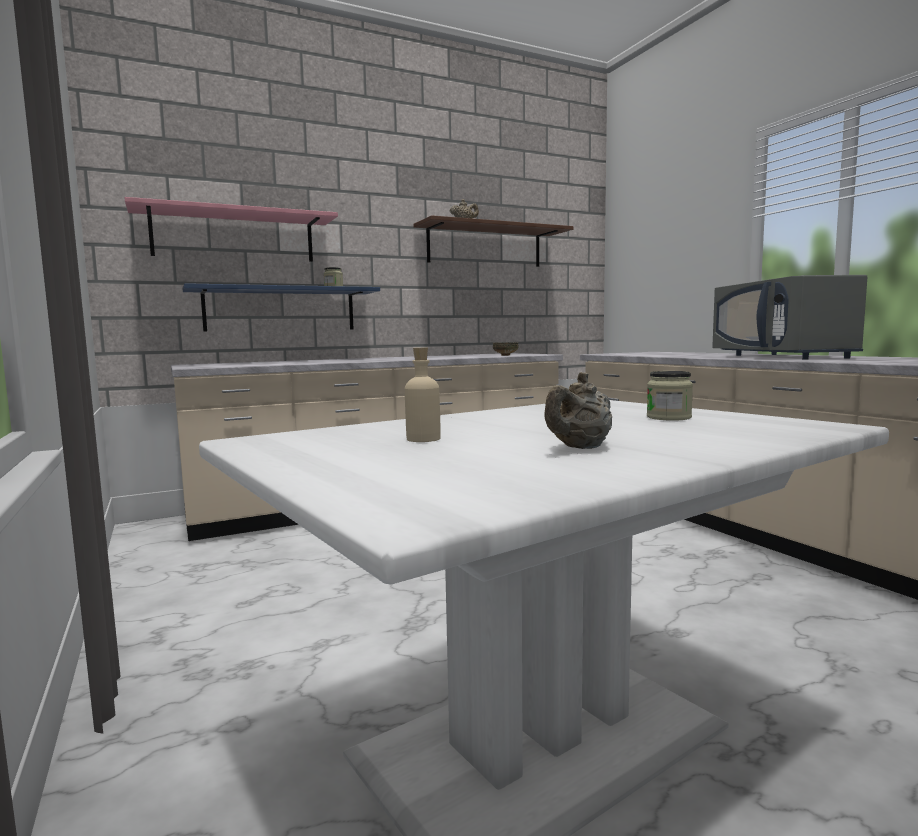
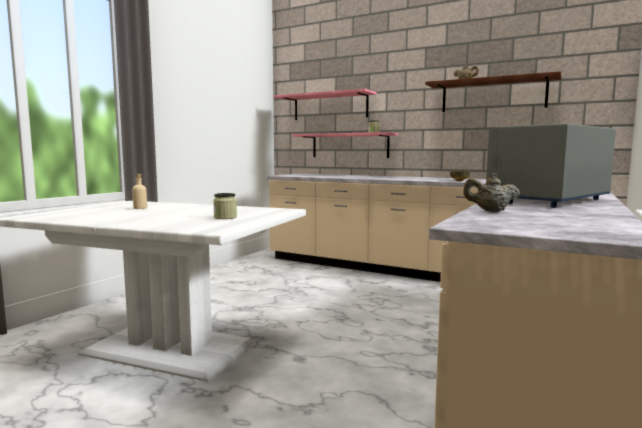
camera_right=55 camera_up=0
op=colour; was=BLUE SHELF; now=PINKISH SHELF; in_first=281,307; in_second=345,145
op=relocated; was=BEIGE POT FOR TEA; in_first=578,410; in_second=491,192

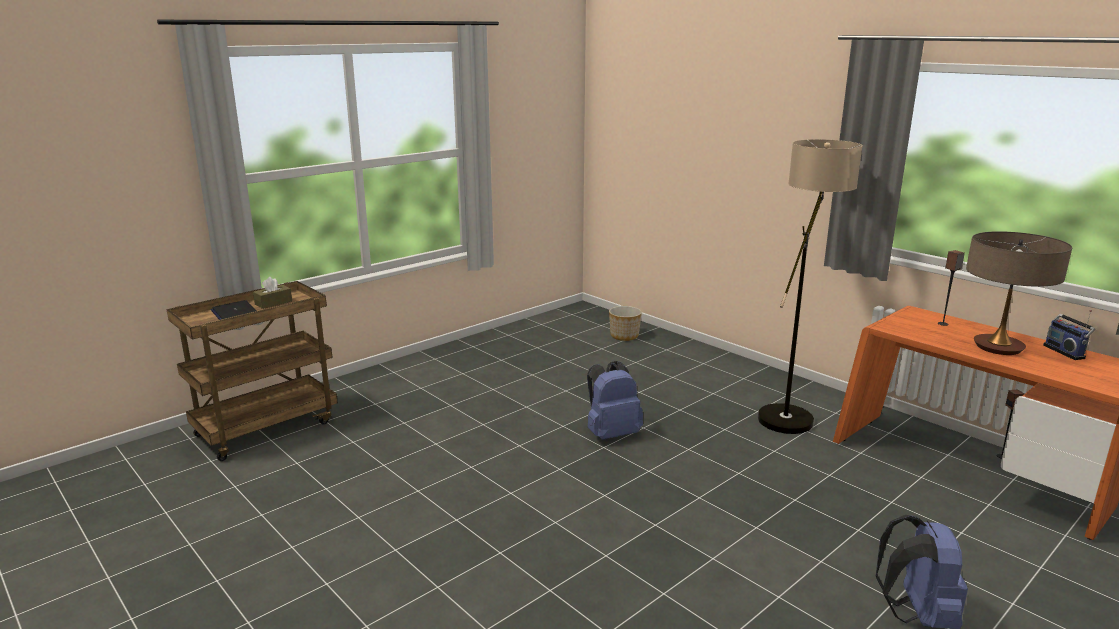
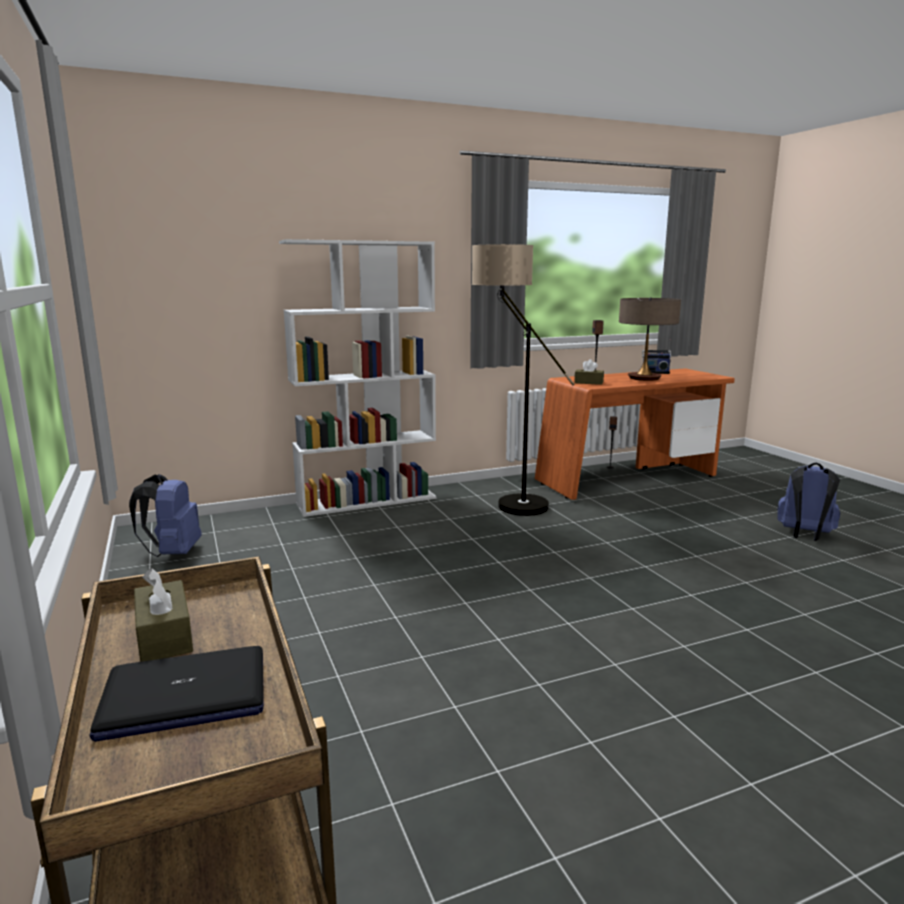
camera_right=-70 camera_up=-5
op=relocated; was=BLUE BACKPACK; in_first=615,400; in_second=165,515
op=missing; was=FLOWER POT; in_first=625,323
op=appeared; now=WHITE-COLOURED BOOKSHELF; in_second=357,378
op=appeared; now=BROWN TISSUE HOLDER; in_second=589,372

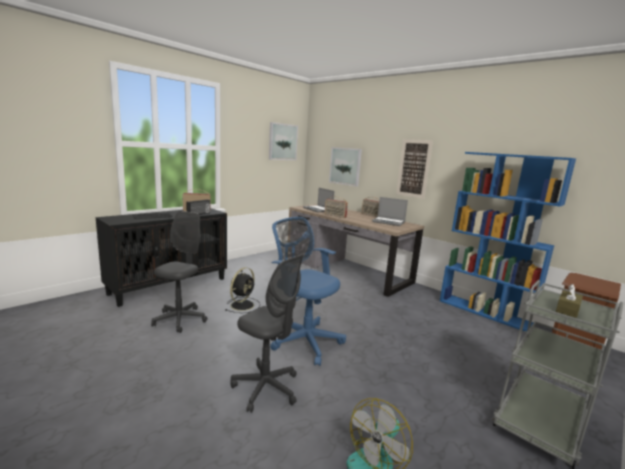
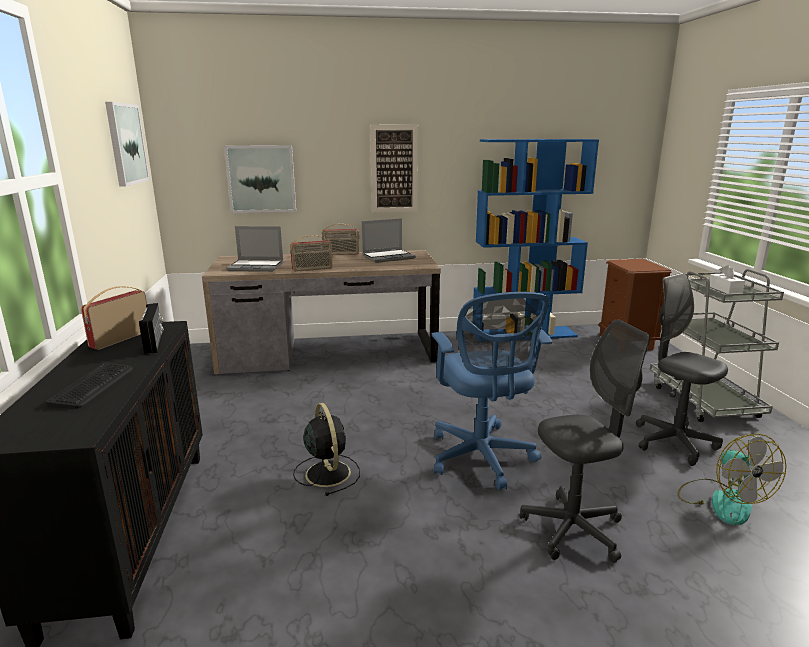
camera_right=-50 camera_up=5
op=relocated; was=GRAY DESK CHAIR; in_first=179,272; in_second=682,369
op=spun; was=BLUE DESK CHAIR; in_first=308,291; in_second=492,391; clockwise=-90
op=colour; was=BROWN TISSUE HOLDER; now=WHITE-COLOURED TISSUE HOLDER; in_first=569,301; in_second=727,279

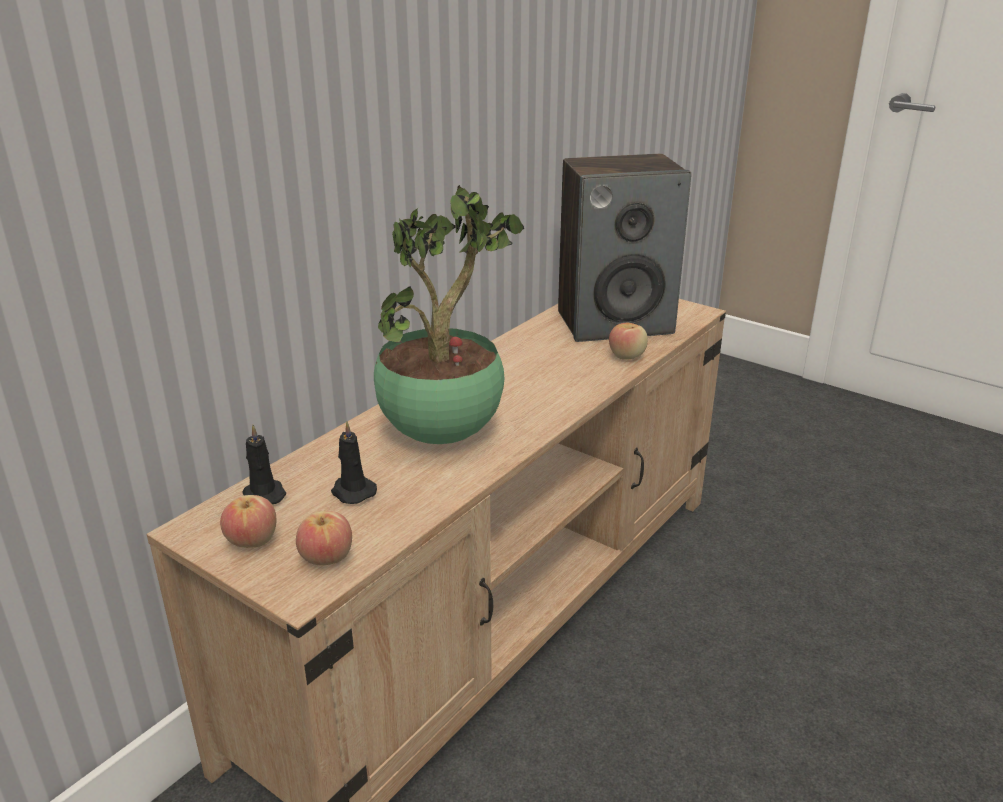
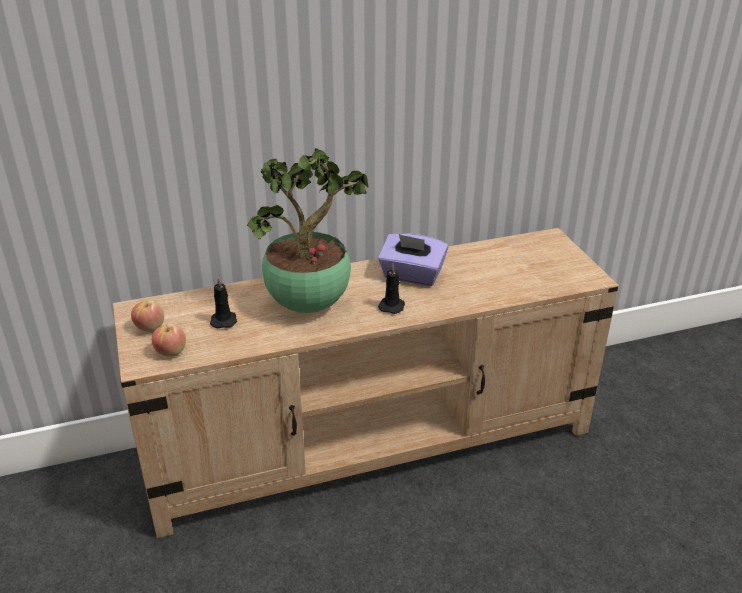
camera_right=35 camera_up=5
op=relocated; was=BLACK CANDLE; in_first=264,464; in_second=391,288
op=missing; was=AUDIO SPEAKER; in_first=624,248
op=missing; was=APPLE; in_first=628,341
op=appeared; now=PURPLE TISSUE HOLDER; in_second=413,259

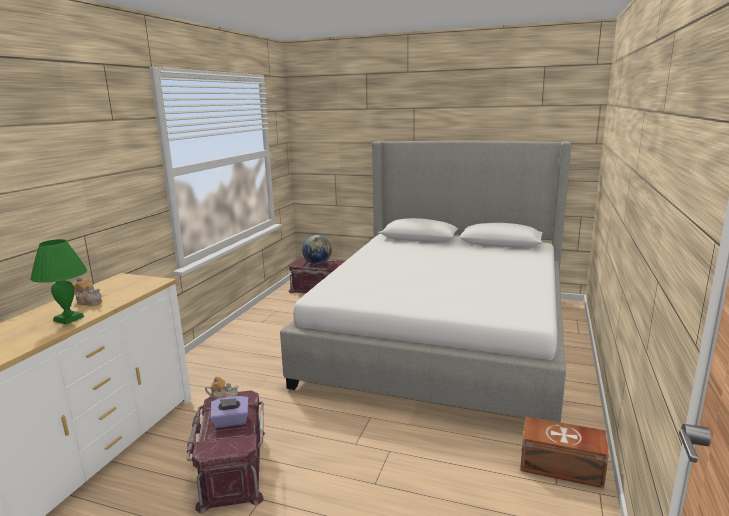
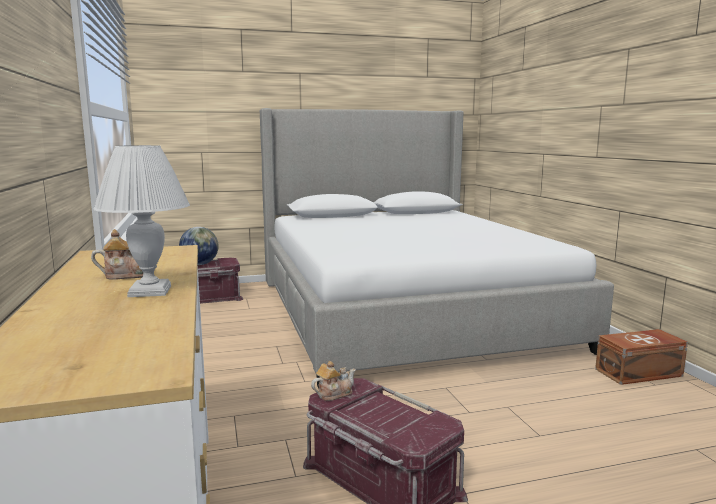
camera_right=-35 camera_up=-5
op=colour; was=GREEN TABLE LAMP; now=WHITE-COLOURED TABLE LAMP; in_first=58,281; in_second=141,221
op=missing; was=PURPLE TISSUE HOLDER; in_first=229,412

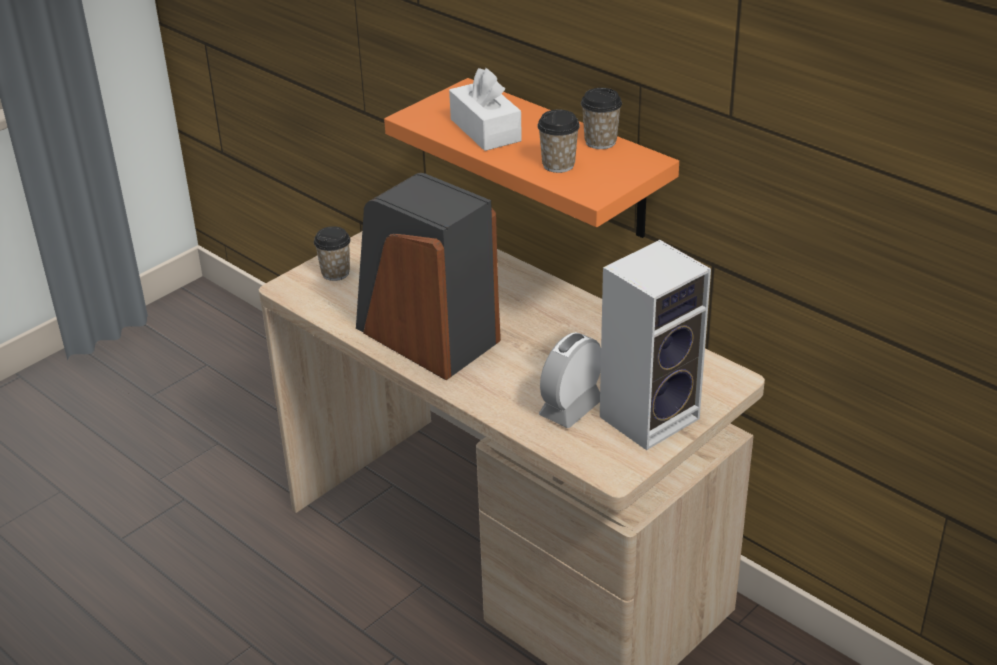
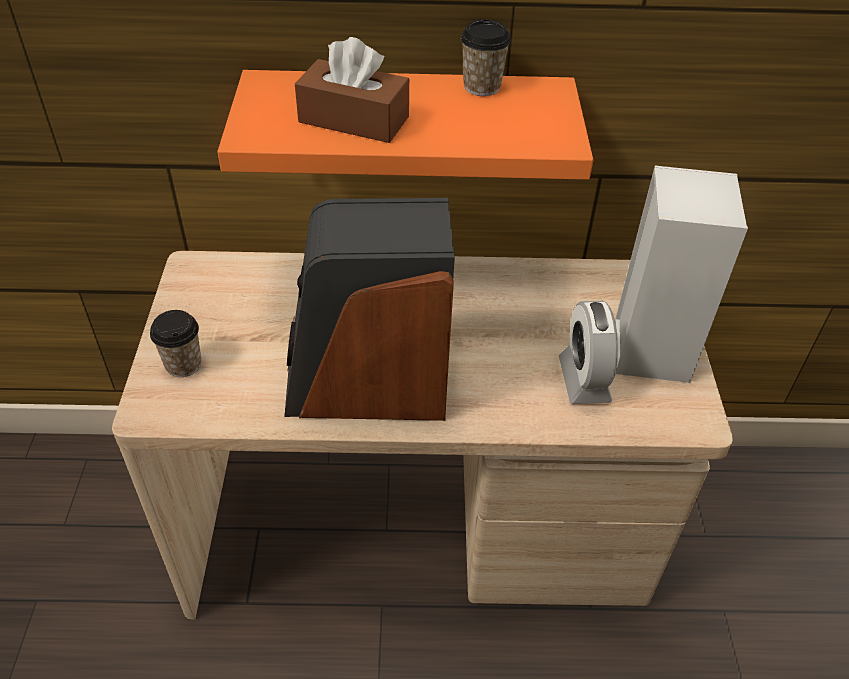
camera_right=-45 camera_up=10
op=colour; was=WHITE-COLOURED TISSUE HOLDER; now=BROWN TISSUE HOLDER; in_first=485,109; in_second=352,90
op=missing; was=CUP; in_first=558,141

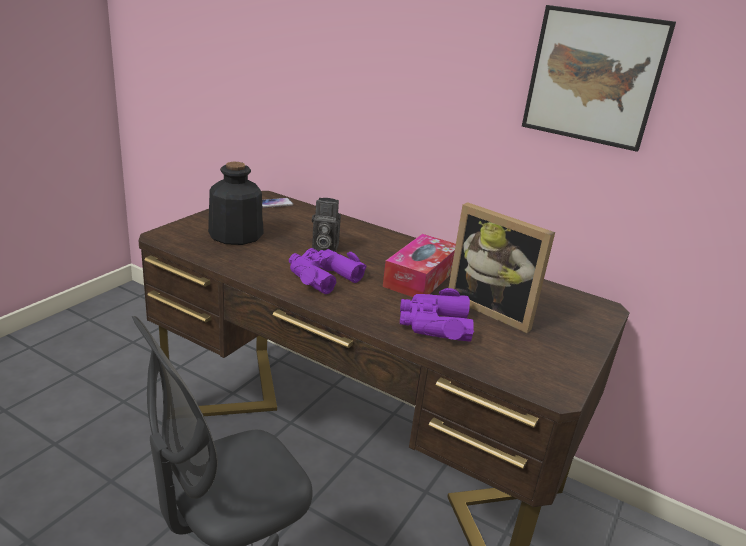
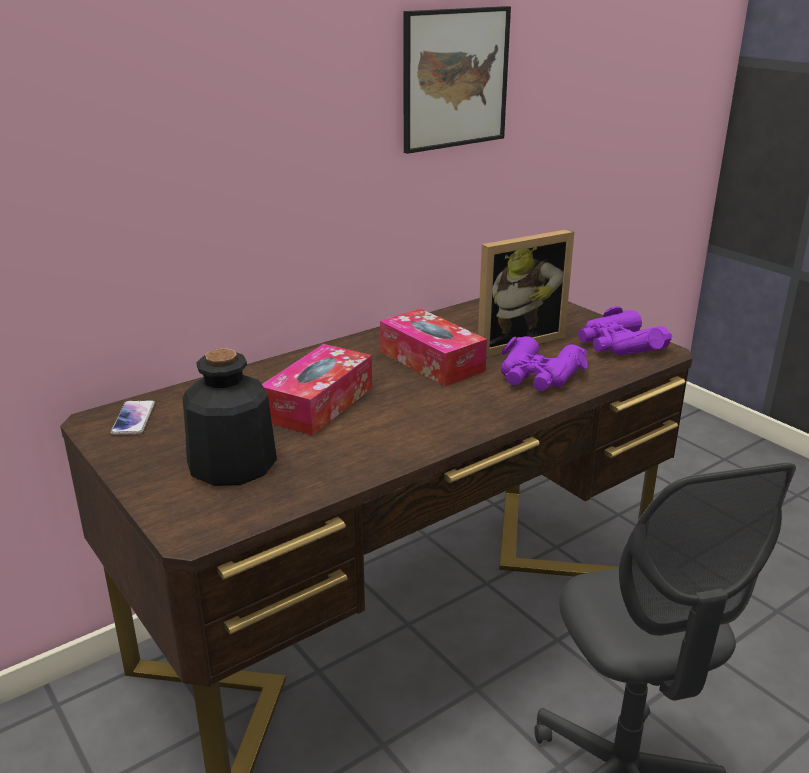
camera_right=-65 camera_up=0
op=relocated; was=PURPLE PAIR OF BINOCULARS; in_first=328,271; in_second=625,330
op=exchanged; was=STILL CAMERA; now=TISSUE HOLDER; in_first=326,225; in_second=317,390

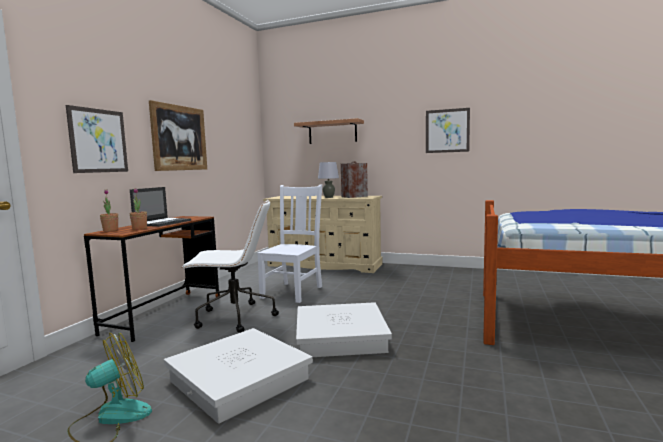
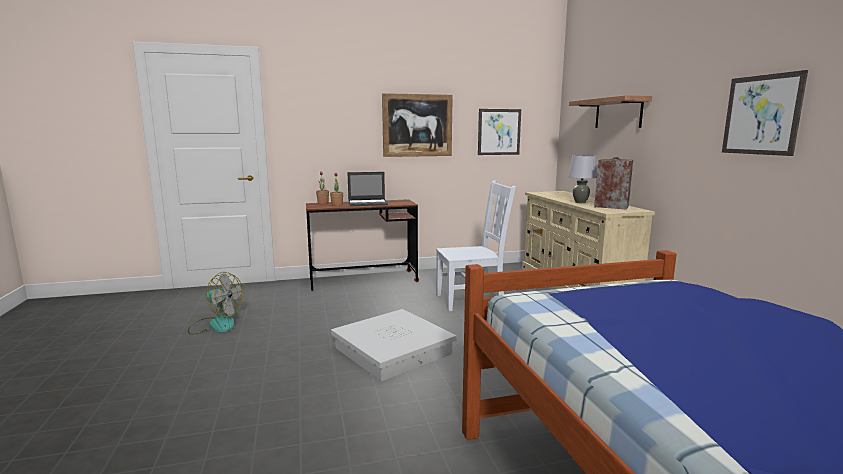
camera_right=55 camera_up=5
op=relocated; was=PICTURE; in_first=97,139; in_second=499,132
op=missing; was=WHITE-COLOURED STORAGE BIN; in_first=238,376
op=missing; was=WHITE-COLOURED DESK CHAIR; in_first=230,266

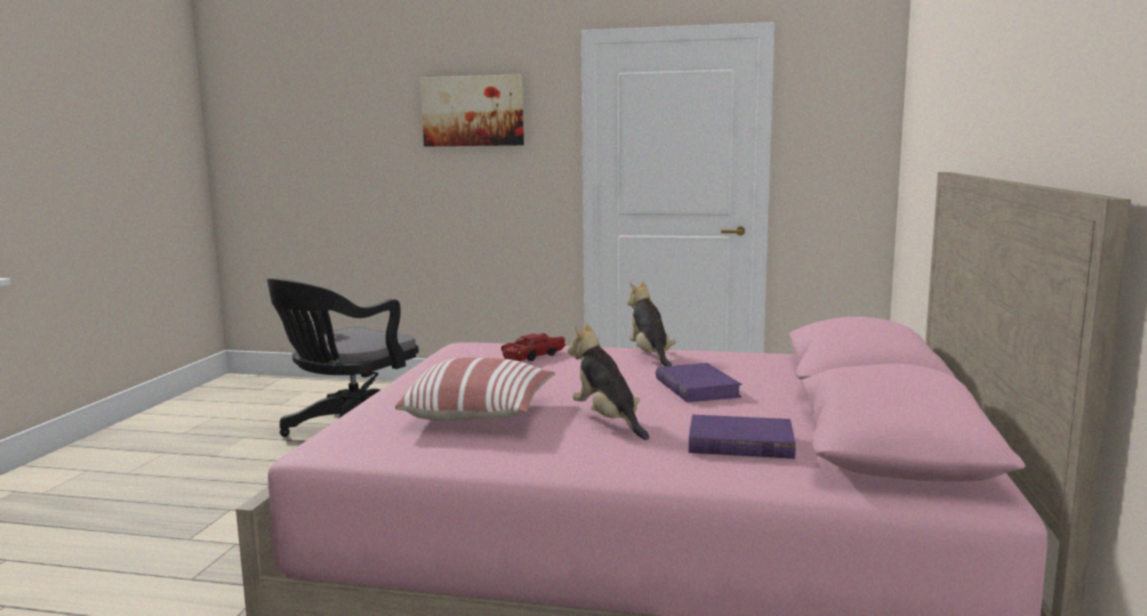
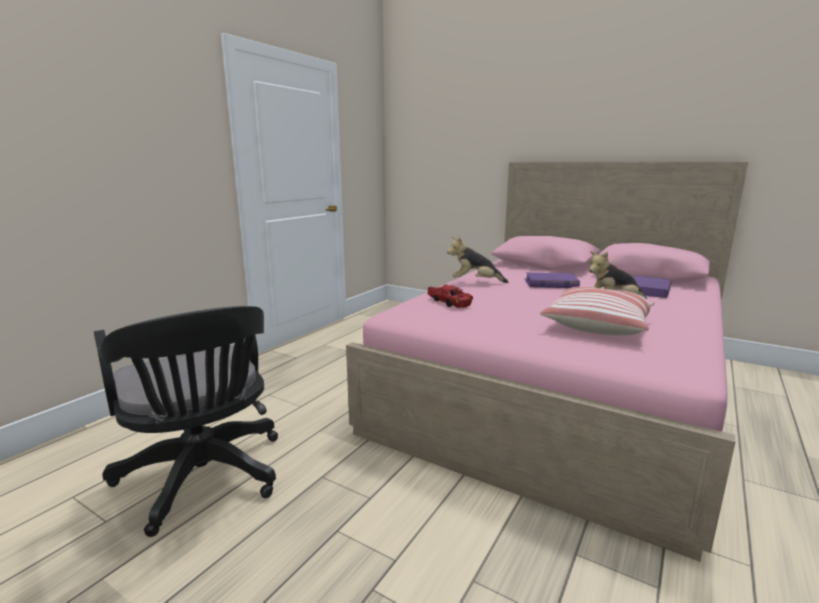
camera_right=-70 camera_up=5
op=missing; was=PICTURE; in_first=472,110

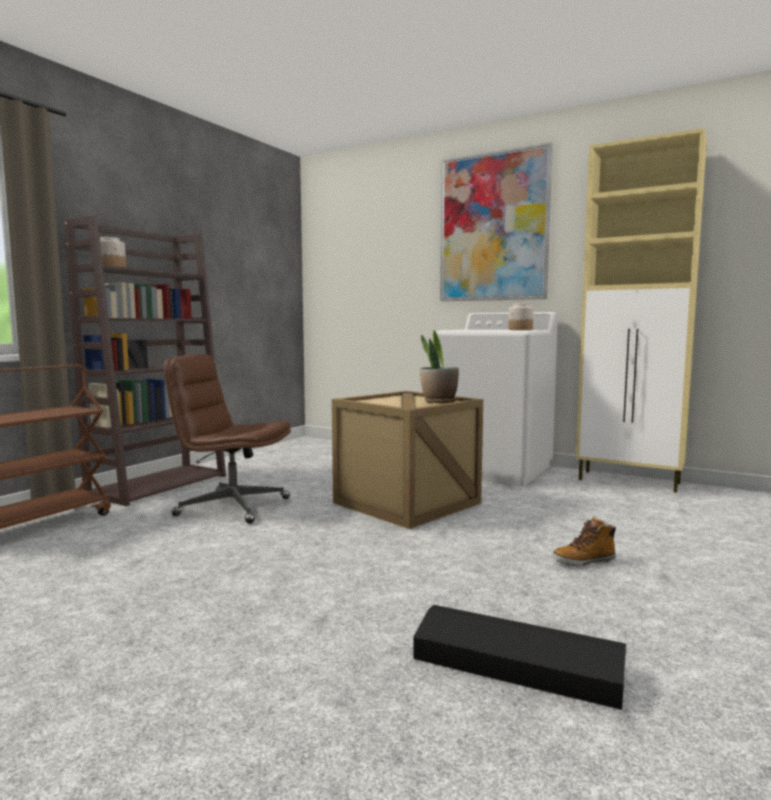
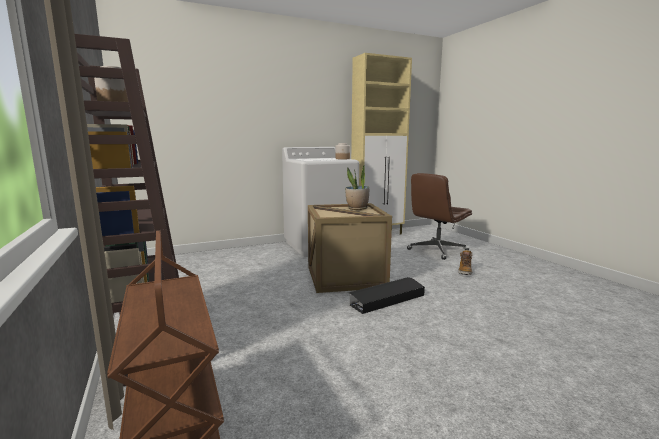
camera_right=-55 camera_up=5
op=relocated; was=BROWN DESK CHAIR; in_first=227,439; in_second=439,216
op=relocated; was=BLACK STORAGE BIN; in_first=520,657; in_second=387,295
op=missing; was=PICTURE; in_first=496,221

